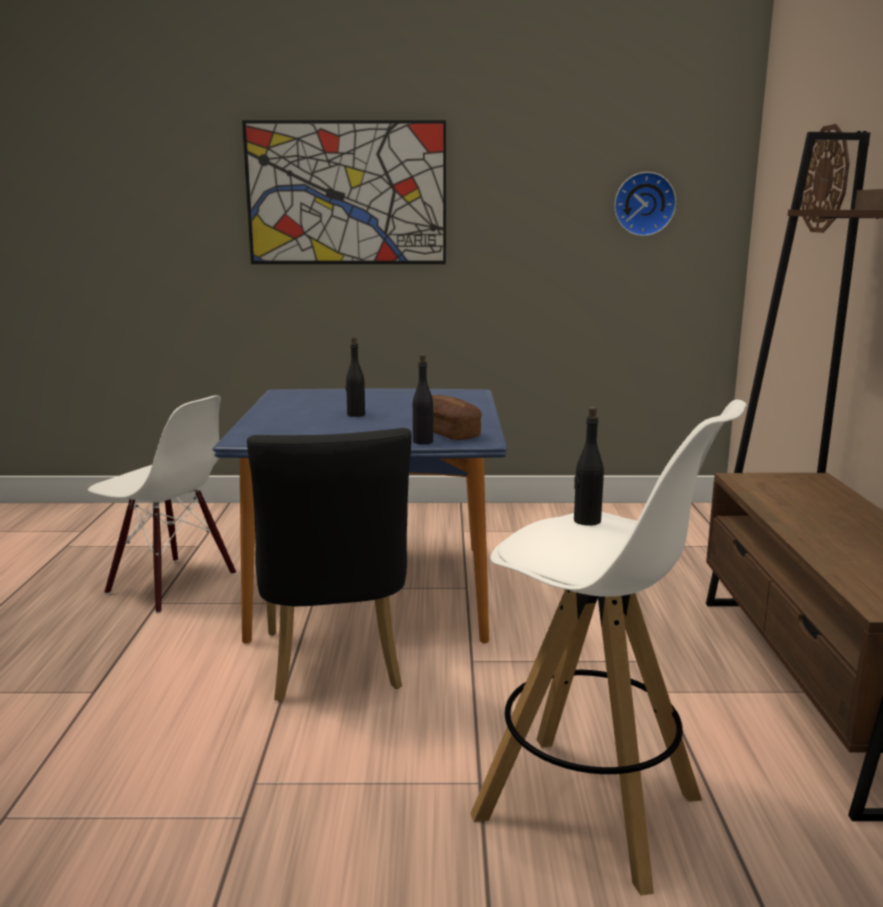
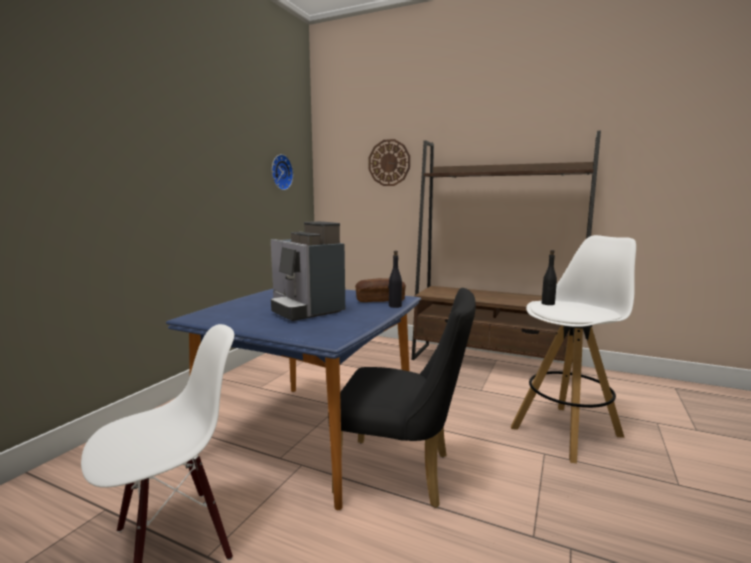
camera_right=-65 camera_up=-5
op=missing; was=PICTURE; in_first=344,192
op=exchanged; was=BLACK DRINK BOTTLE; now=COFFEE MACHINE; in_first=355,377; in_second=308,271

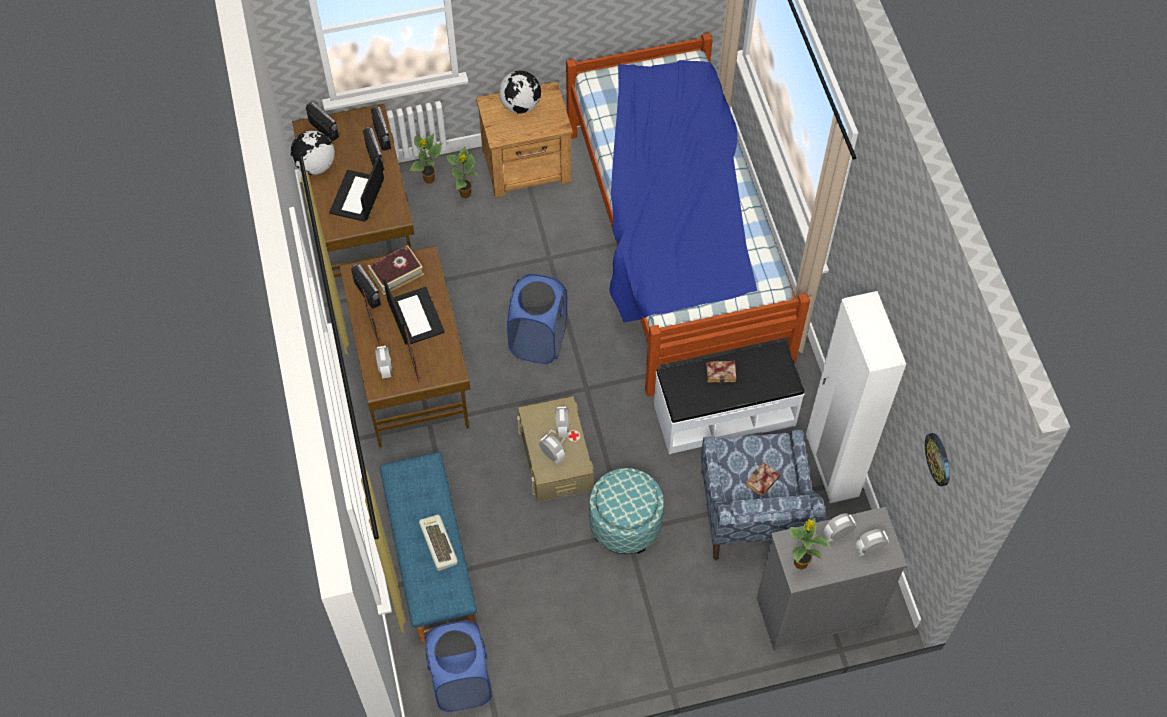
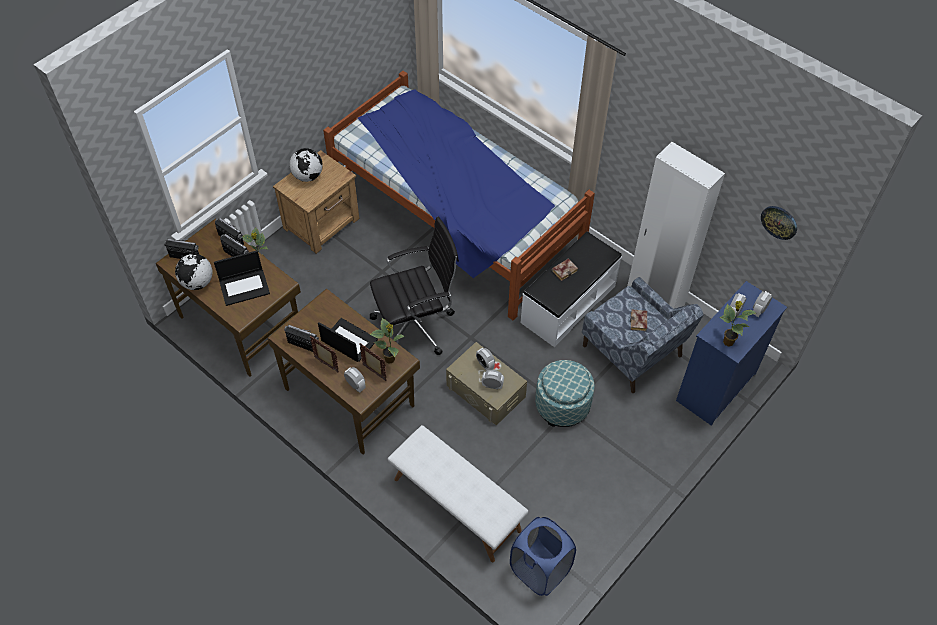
camera_right=-35 camera_up=-5
op=spun; was=LAPTOP; in_first=356,189; in_second=242,278; clockwise=-90
op=missing; was=BOUND BOOK; in_first=396,270
op=colour; was=BLUE LONG SEAT; now=WHITE-COLOURED LONG SEAT; in_first=428,547; in_second=458,493
op=missing; was=KEYBOARD; in_first=438,542
op=relocated; was=HOUSEPLANT; in_first=462,172; in_second=387,340
op=exchanged; was=BLUE WASHING BASKET; now=BLACK DESK CHAIR; in_first=537,319; in_second=414,286
op=colour; was=GRAY CHEST OF DRAWERS; now=BLUE CHEST OF DRAWERS; in_first=832,579; in_second=731,353

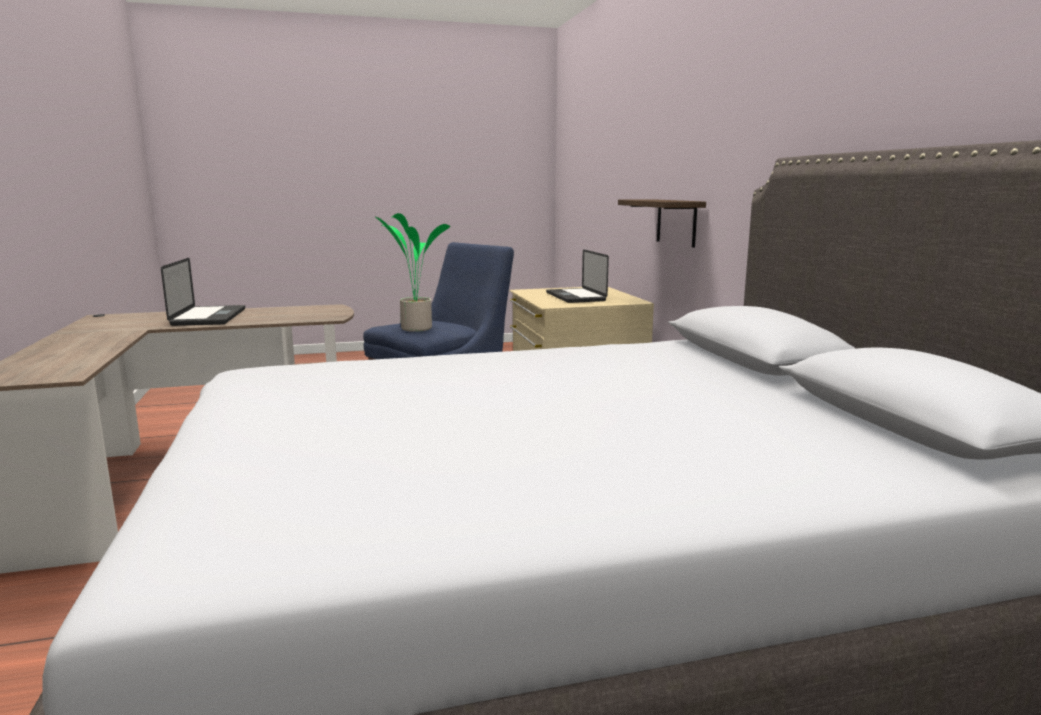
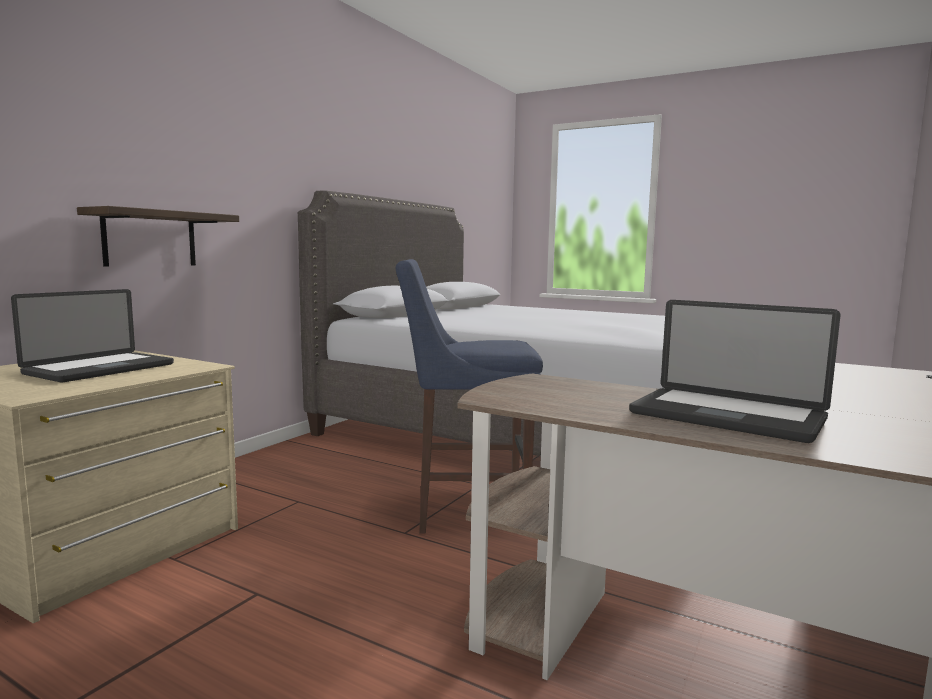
camera_right=-135 camera_up=-5
op=spun; was=LAPTOP; in_first=203,292; in_second=735,371; clockwise=-90
op=missing; was=HOUSEPLANT; in_first=413,272

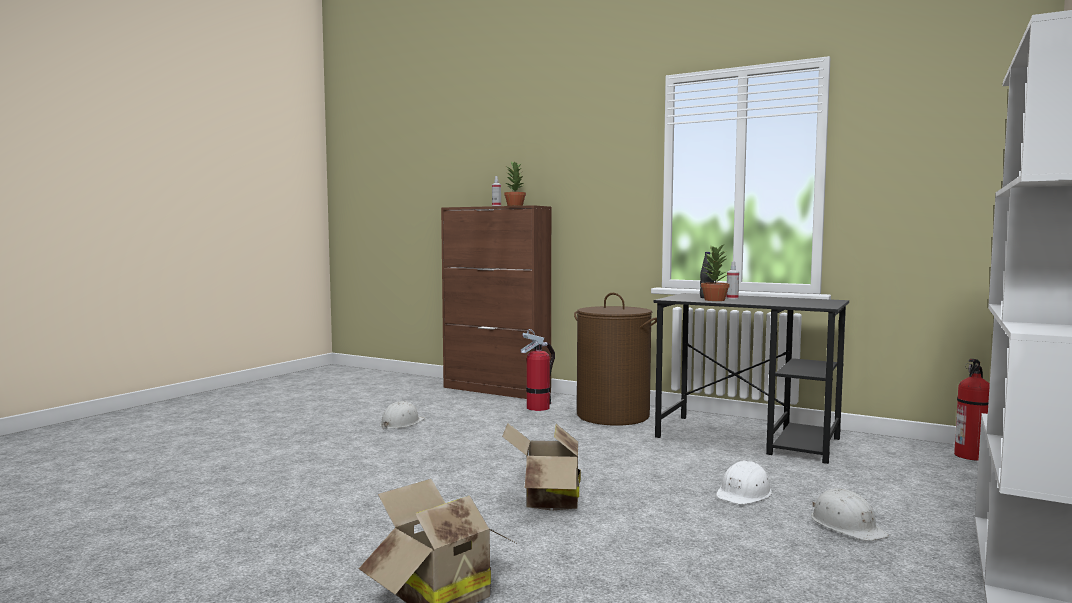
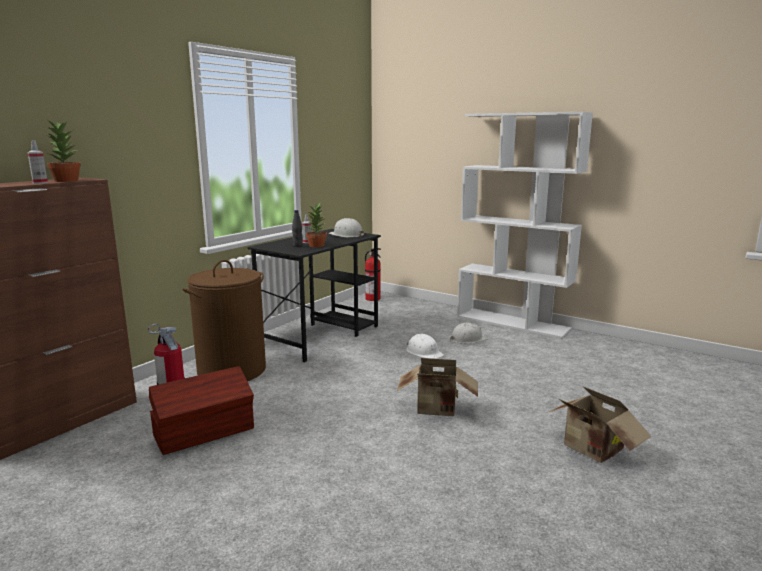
camera_right=-85 camera_up=10
op=relocated; was=WHITE-COLOURED HARD HAT; in_first=402,415; in_second=346,227
op=appeared; now=BROWN STORAGE BIN; in_second=201,410

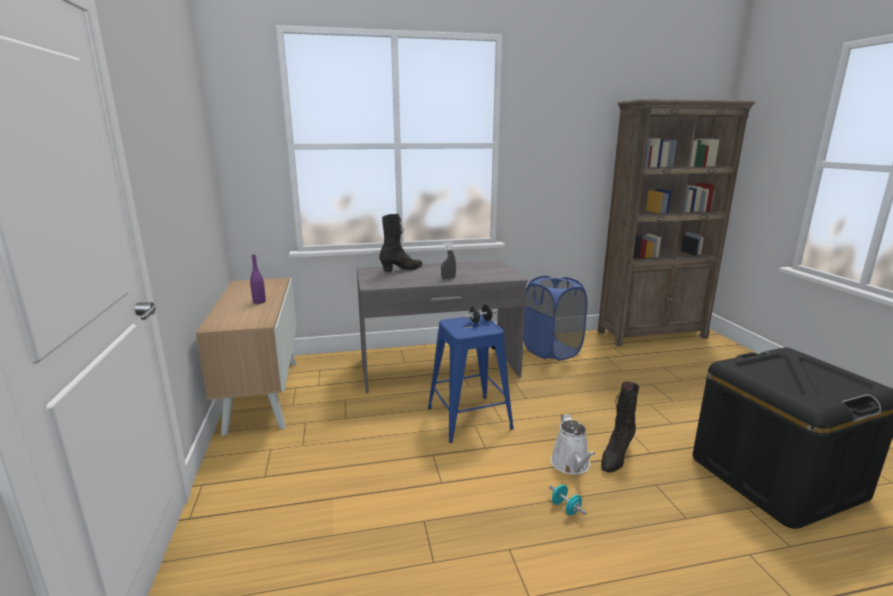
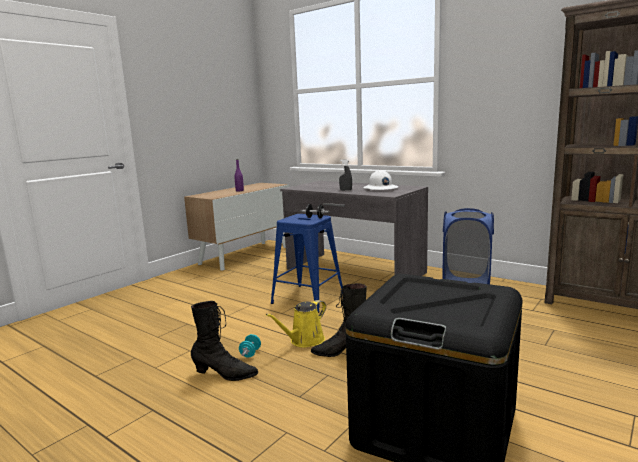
camera_right=50 camera_up=-5
op=relocated; was=BLACK TALL BOOT; in_first=401,243; in_second=224,341
op=colour; was=WHITE-COLOURED WATERING CAN; now=YELLOWISH WATERING CAN; in_first=573,444; in_second=296,324
op=appeared; now=WHITE-COLOURED HARD HAT; in_second=380,180

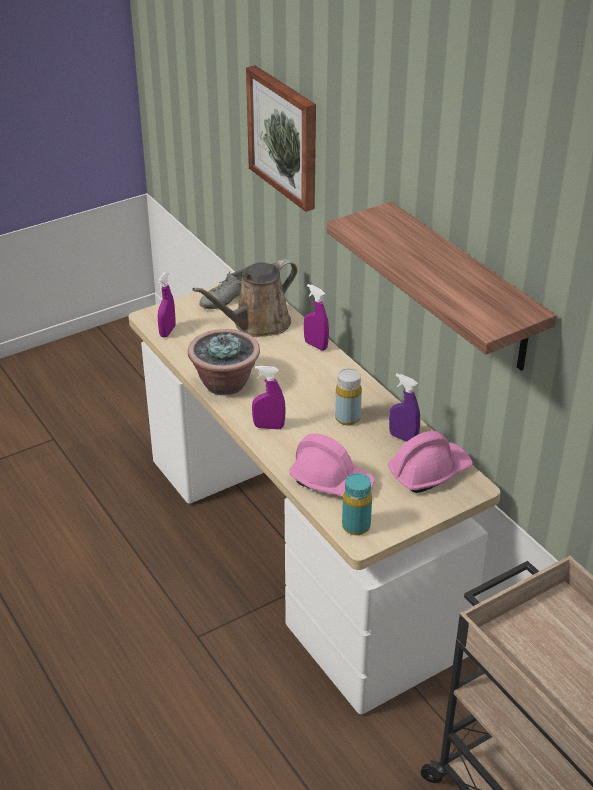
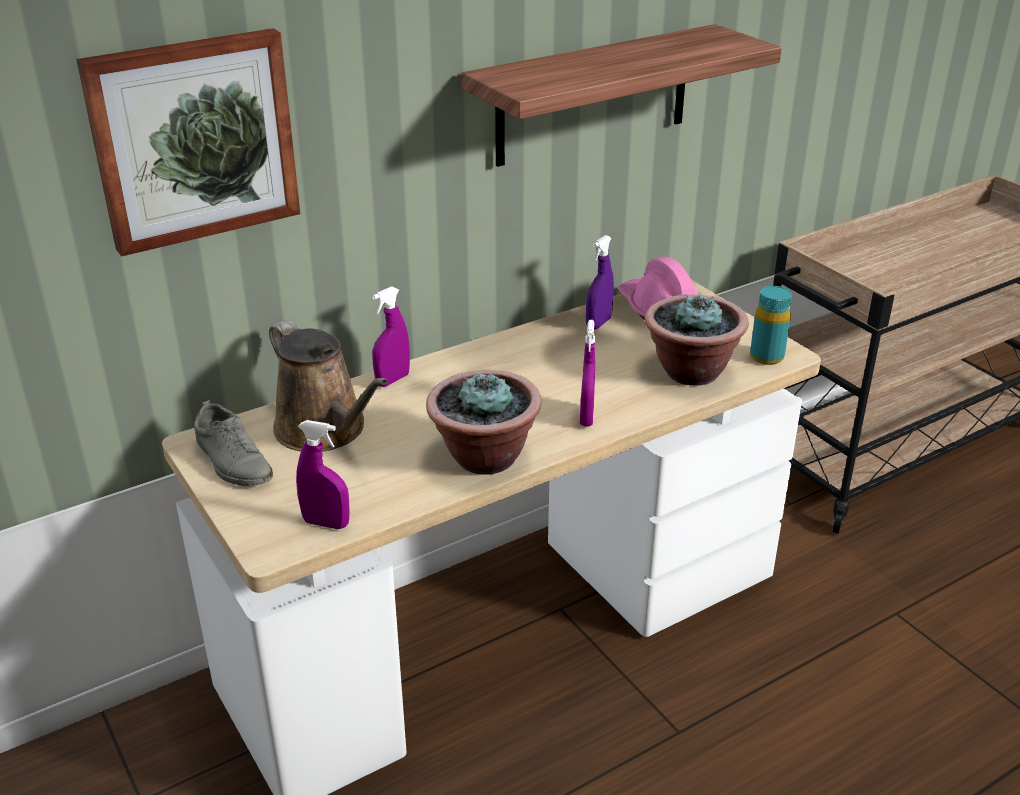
camera_right=-90 camera_up=-5
op=exchanged; was=PINKISH HARD HAT; now=HOUSEPLANT; in_first=332,465; in_second=697,339
op=missing; was=YELLOWISH DRINK BOTTLE; in_first=348,396

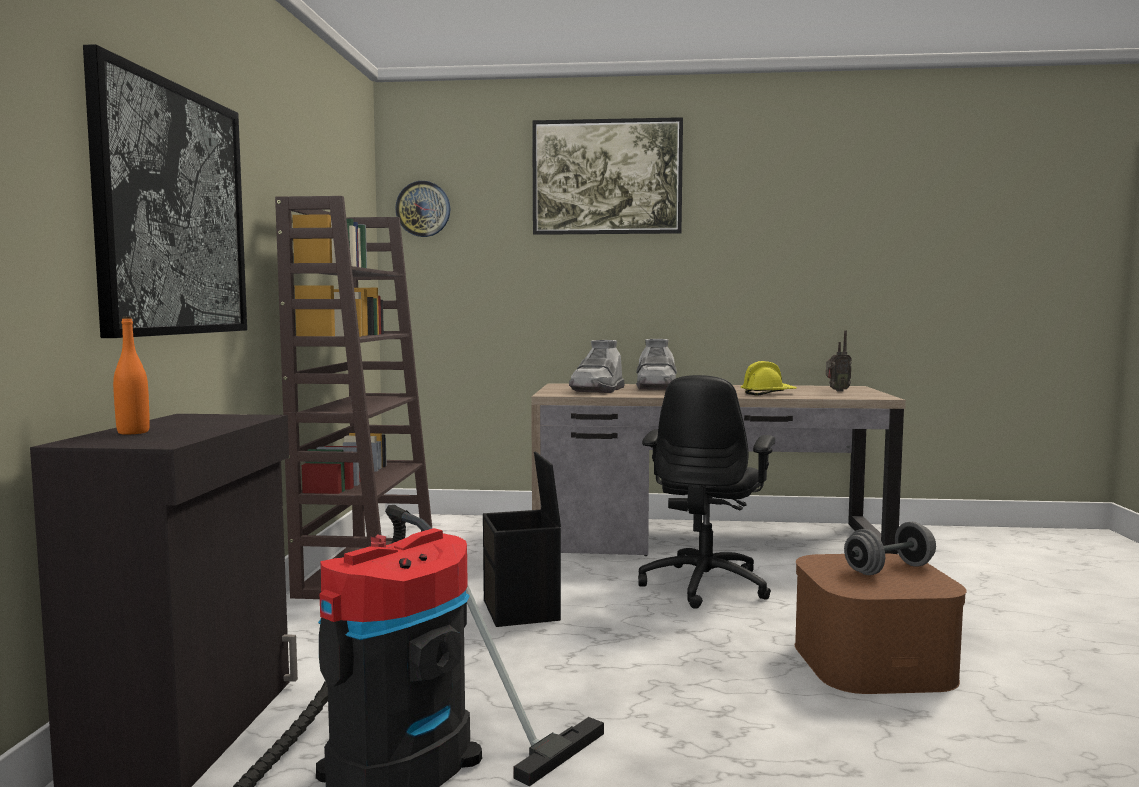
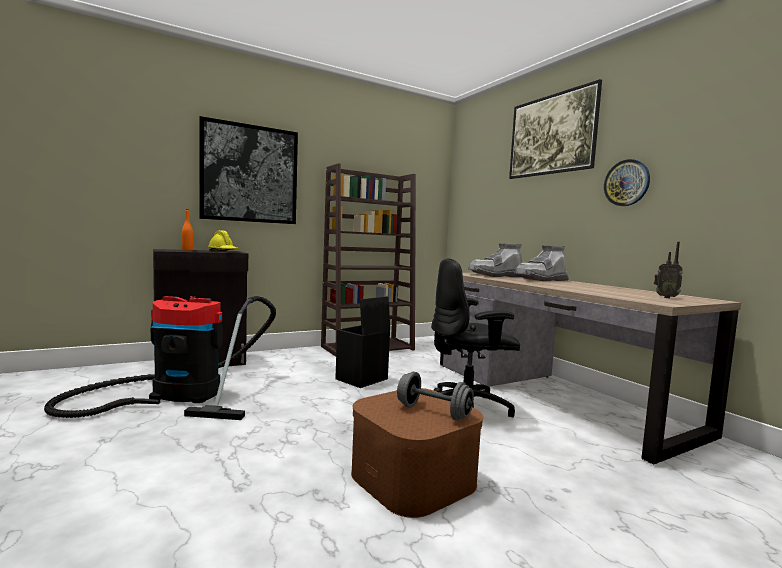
camera_right=55 camera_up=0
op=relocated; was=WALL CLOCK; in_first=422,209; in_second=627,182
op=relocated; was=YELLOWISH HARD HAT; in_first=769,378; in_second=223,240

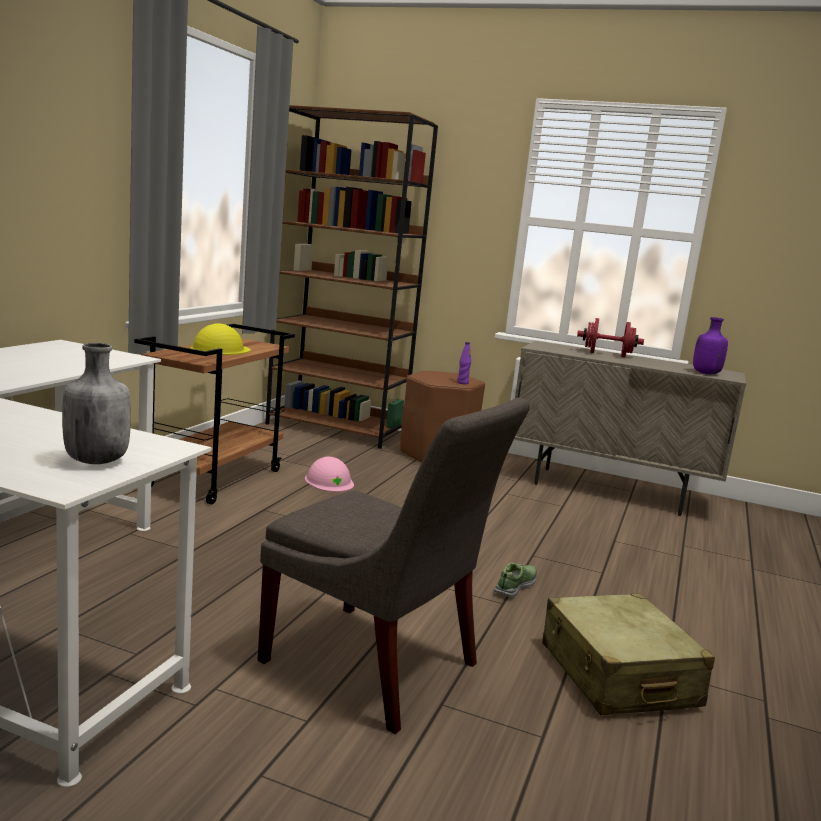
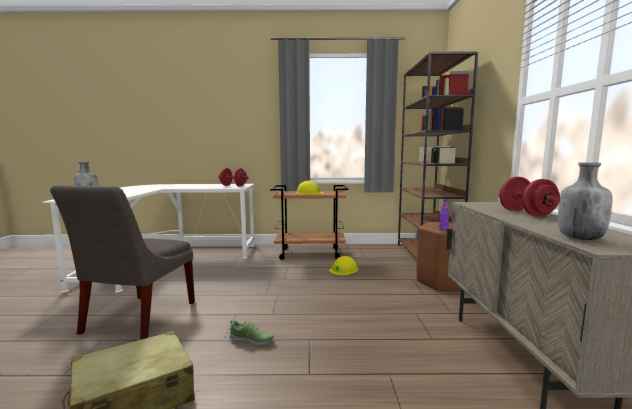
camera_right=70 camera_up=-5
op=colour; was=PINKISH HARD HAT; now=YELLOWISH HARD HAT; in_first=329,474; in_second=343,265
op=colour; was=PURPLE DRINK BOTTLE; now=GRAY DRINK BOTTLE; in_first=710,345; in_second=585,201
op=appeared; now=REDDISH FREE WEIGHT; in_second=233,177

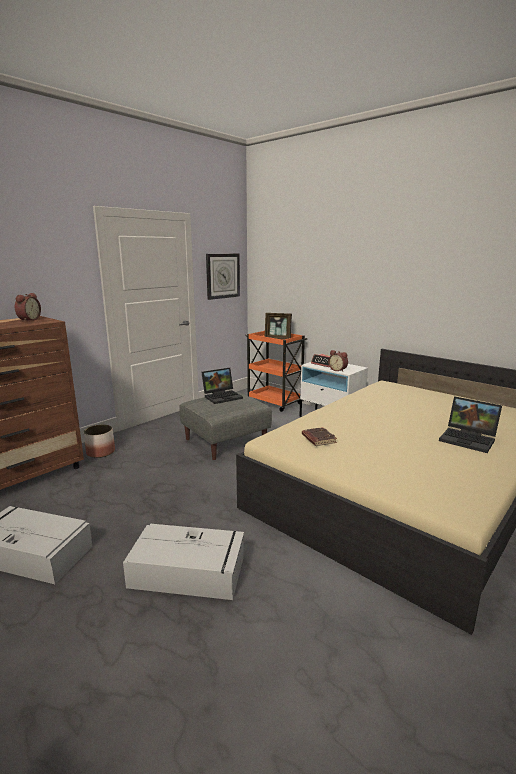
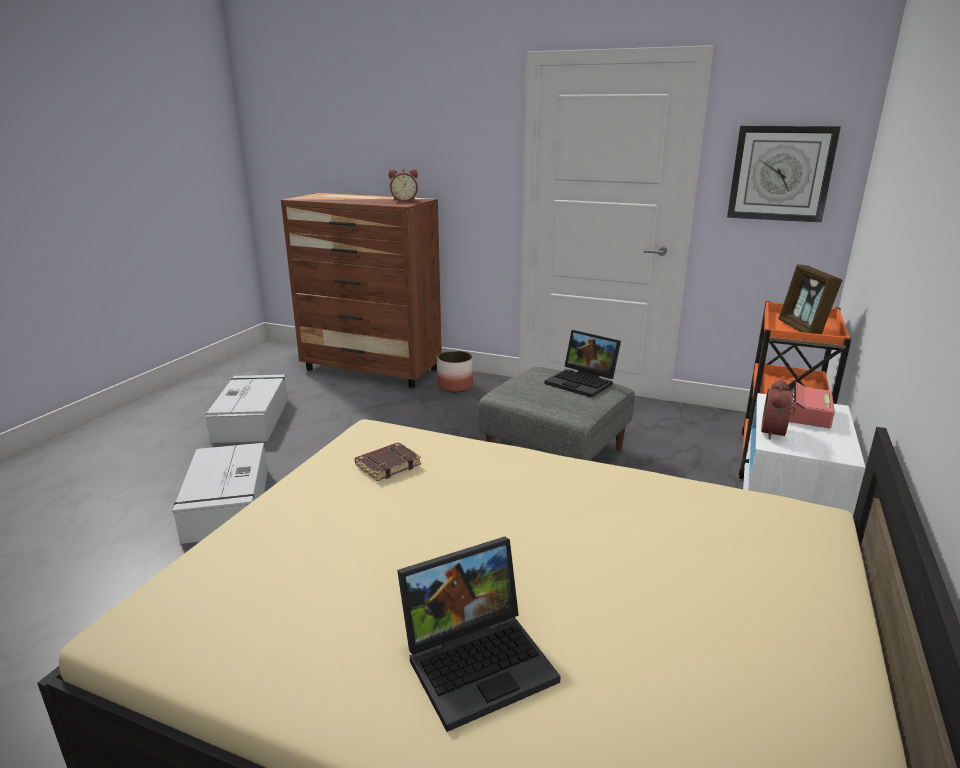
camera_right=70 camera_up=5
op=spun; was=LAPTOP; in_first=470,424; in_second=479,634; clockwise=-135

